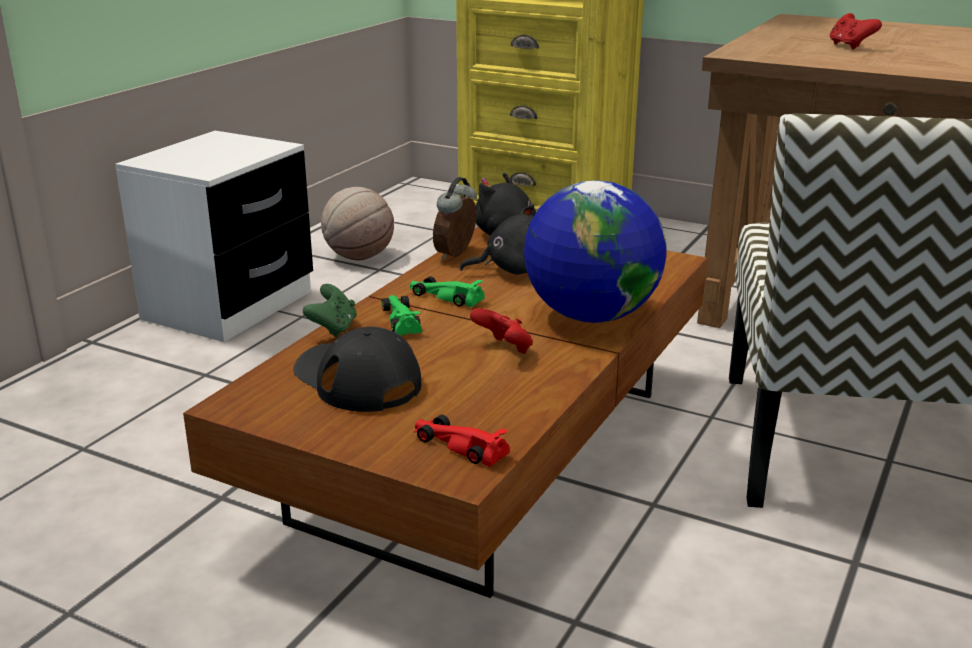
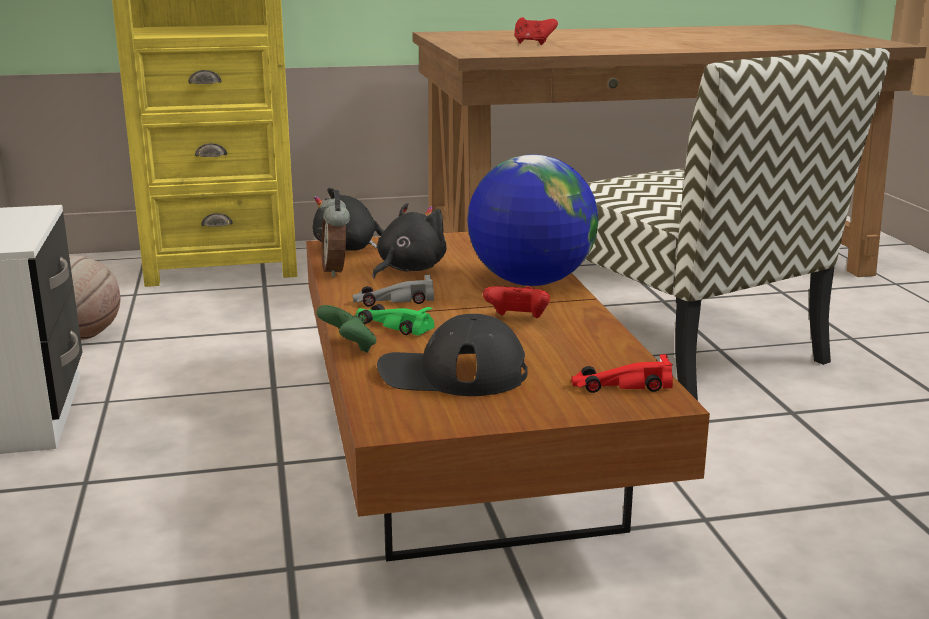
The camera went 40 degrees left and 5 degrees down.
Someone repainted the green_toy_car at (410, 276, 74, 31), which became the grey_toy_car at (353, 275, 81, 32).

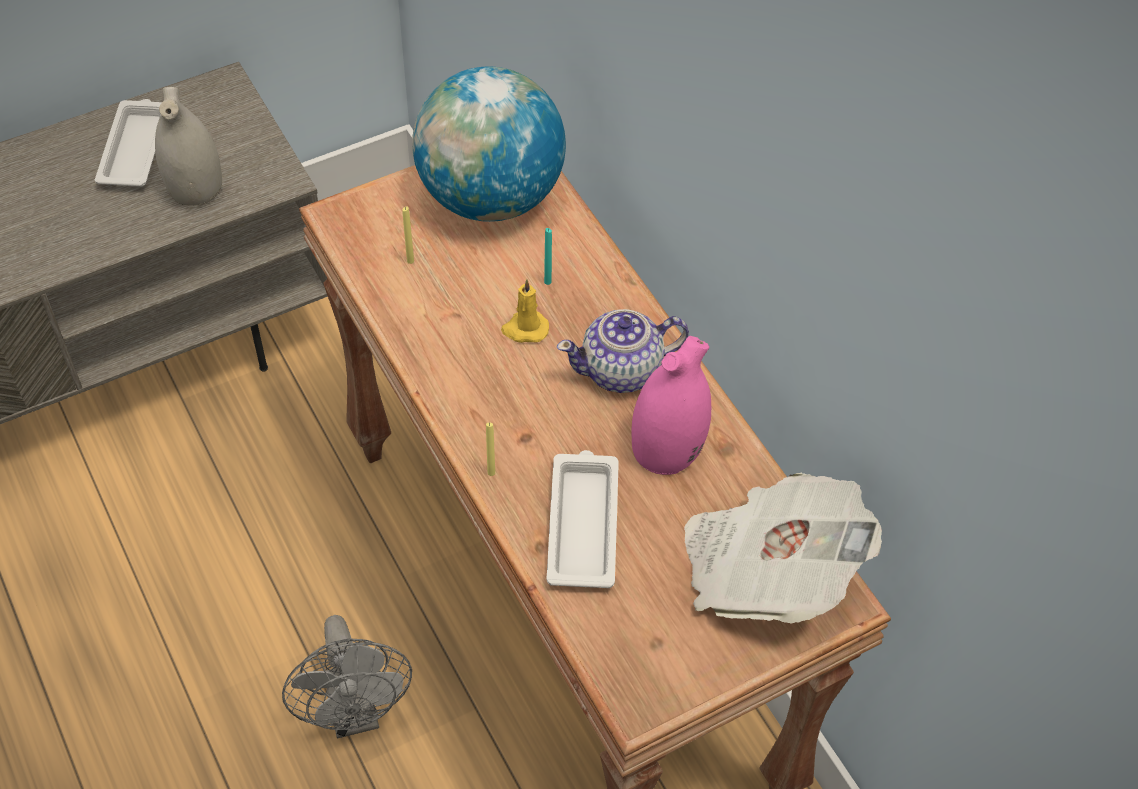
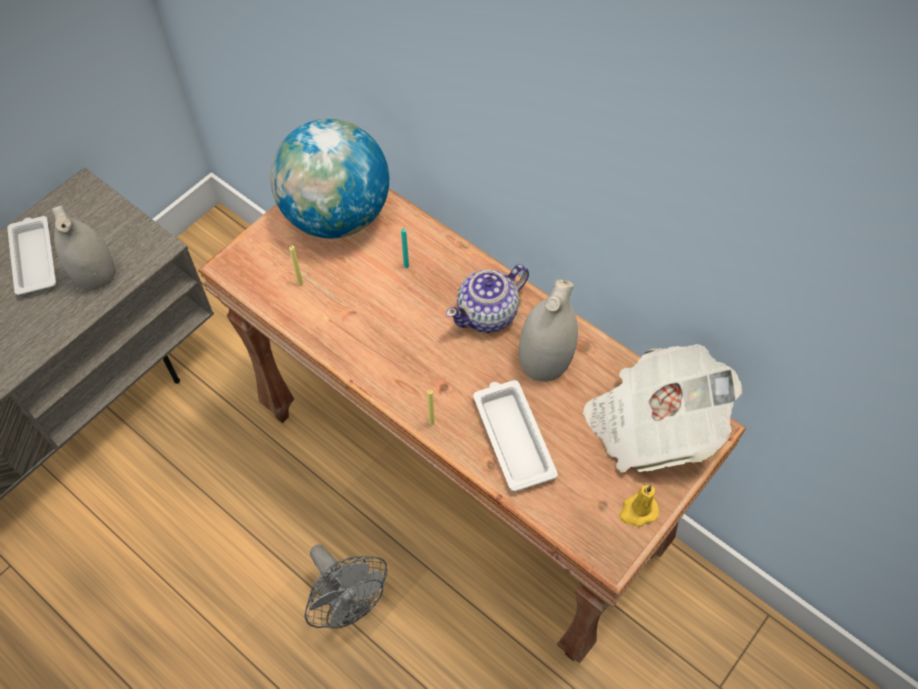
The camera went 20 degrees left and 5 degrees up.
Someone carried the yellow_candle from (501, 279, 48, 64) to (619, 485, 40, 42).
Someone repainted the pink_vase at (631, 336, 80, 139), which became the white_vase at (519, 279, 59, 103).

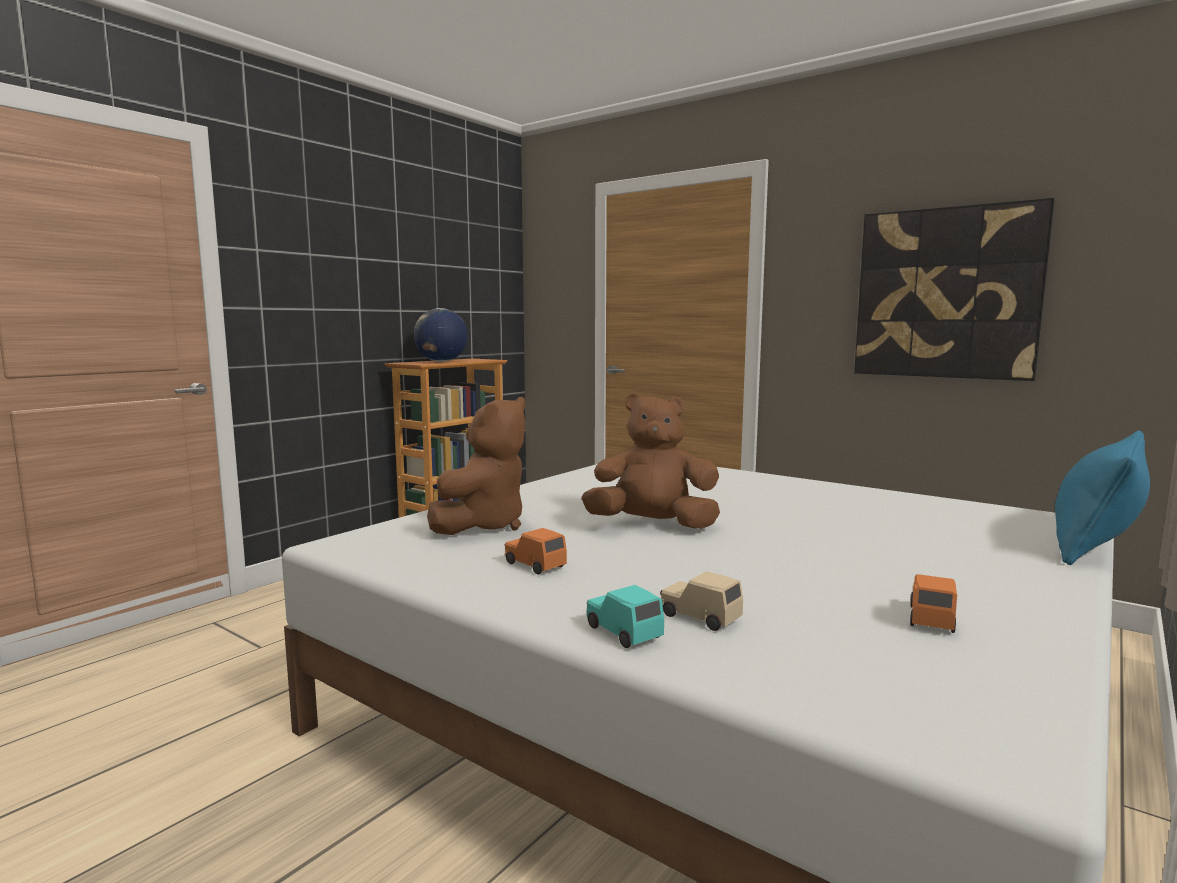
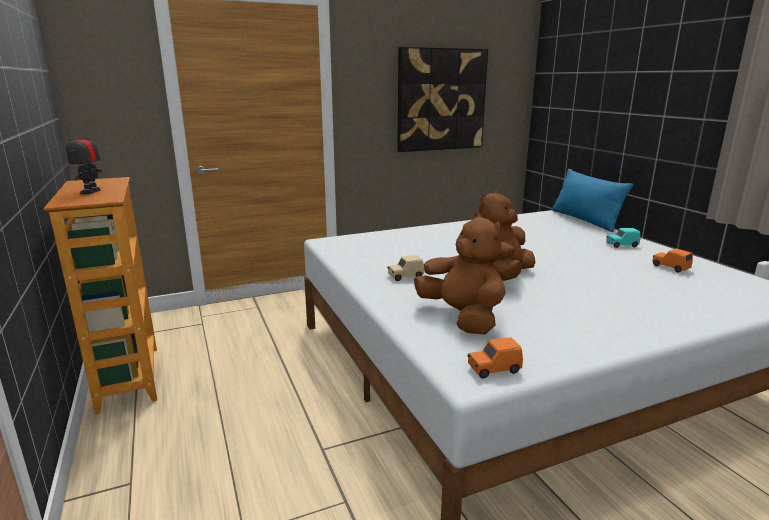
The camera went 60 degrees left and 10 degrees up.
Someone swapped the globe at (414, 308, 54, 54) for the toy_robot at (66, 127, 36, 67).
Someone carried the orange_toy_car from (505, 528, 62, 47) to (467, 337, 56, 42).
Someone carried the beige_toy_car from (660, 571, 83, 60) to (387, 255, 37, 26).
Someone carried the turquoise_toy_car from (587, 585, 77, 63) to (606, 228, 34, 20).

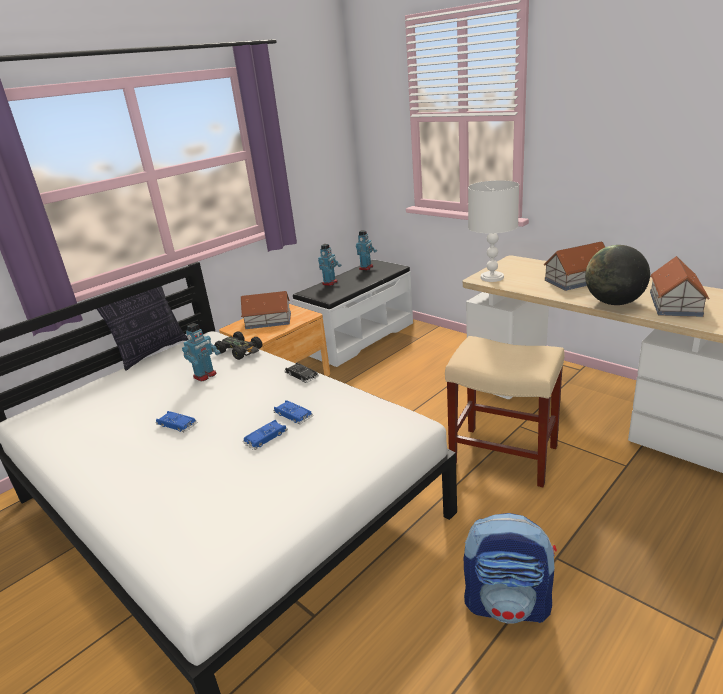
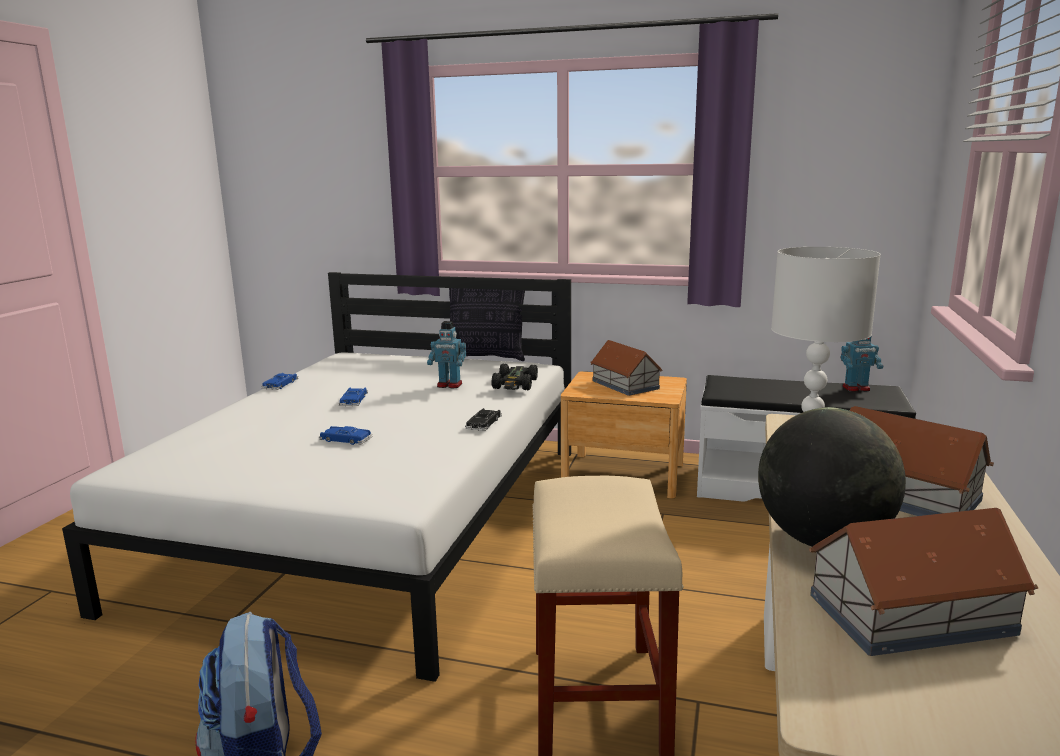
The camera went 60 degrees right and 10 degrees down.
Someone took away the toy_robot at (318, 244, 23, 42).
Someone carried the blue_toy_car from (273, 400, 40, 24) to (262, 373, 36, 17).

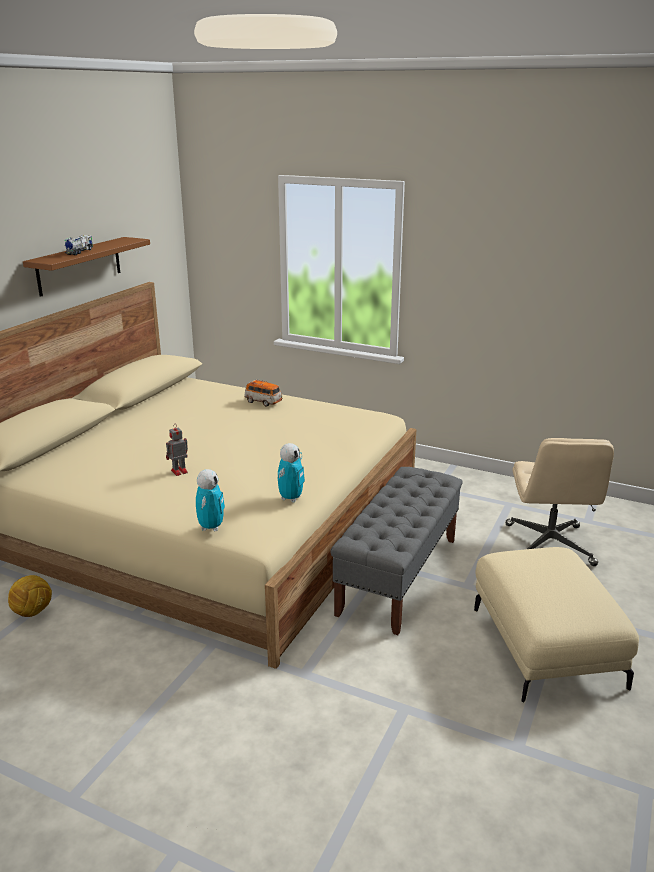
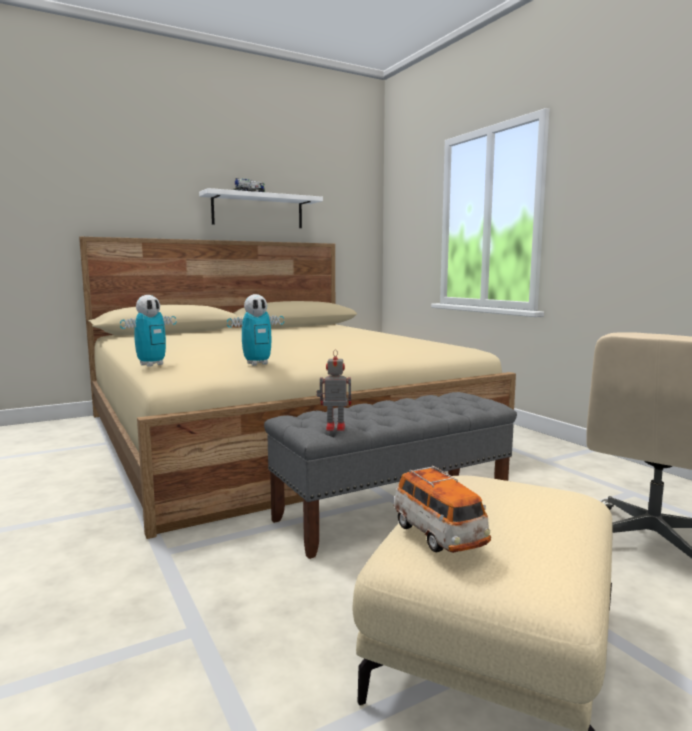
The camera went 35 degrees right and 15 degrees down.
Someone repainted the brown_shelf at (23, 237, 127, 60), which became the white_shelf at (199, 188, 124, 40).
Someone carried the toy_car from (244, 379, 38, 28) to (393, 465, 98, 88).
Someone carried the toy_robot from (166, 425, 22, 51) to (317, 350, 34, 81).
Someone took away the football at (8, 575, 44, 42).

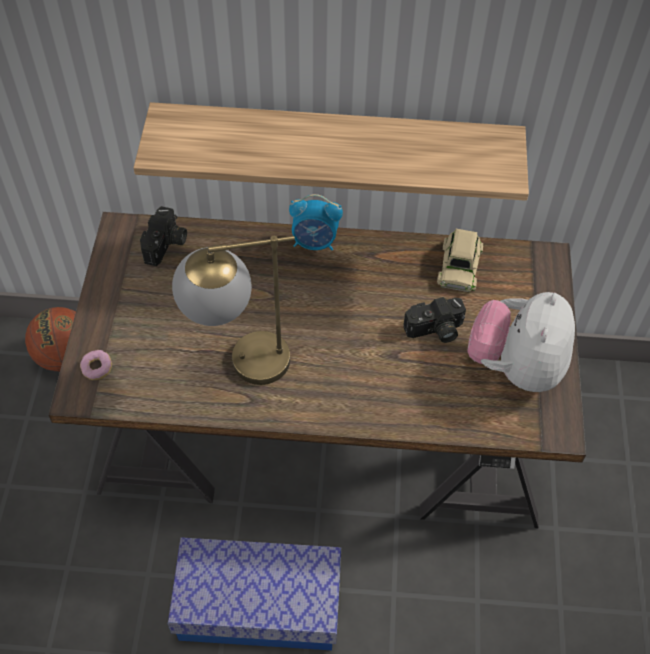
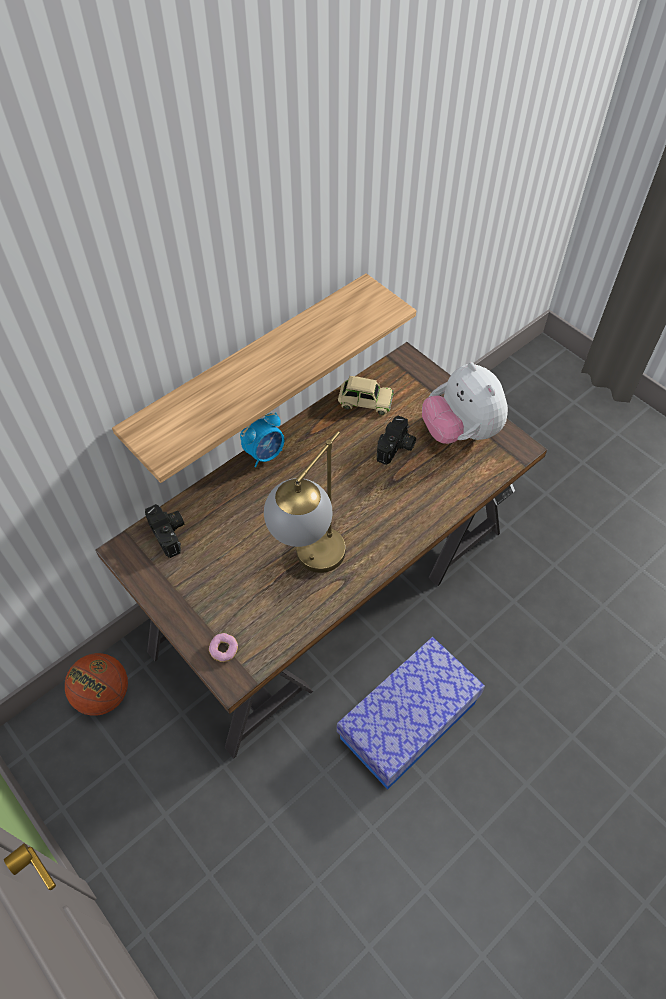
The camera went 45 degrees left and 0 degrees up.
Someone rotated the beige_toy_car at (437, 229, 46, 63) by 45 degrees counterclockwise.

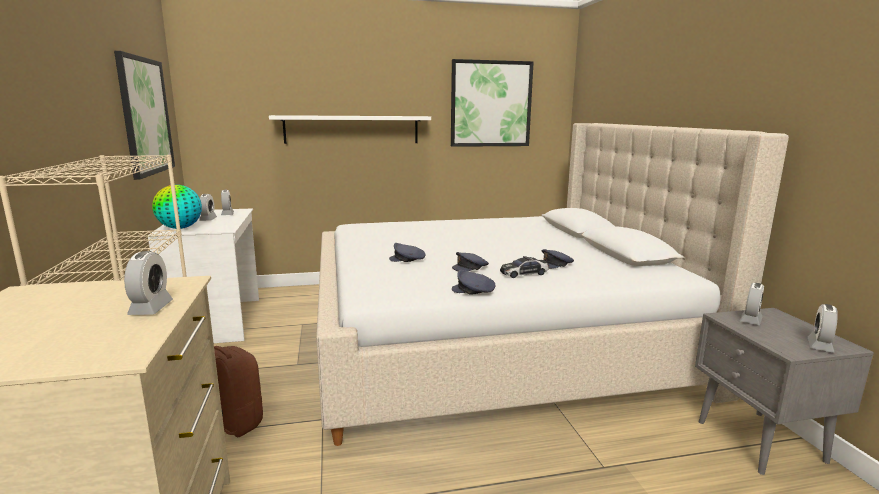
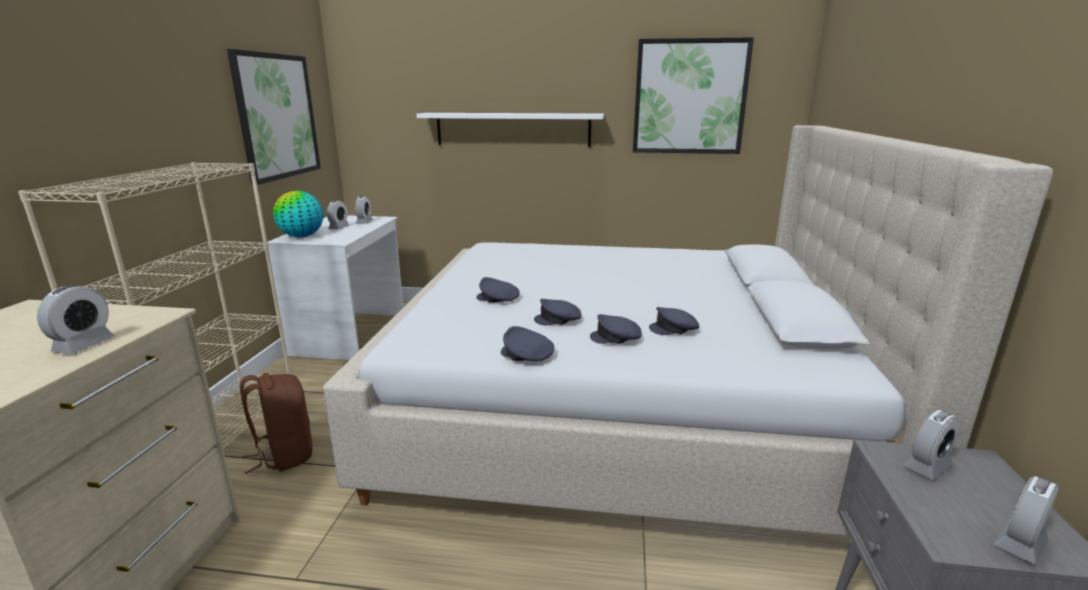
The camera went 20 degrees right and 5 degrees up.
Someone swapped the toy_car at (500, 256, 49, 22) for the grey_cap at (590, 314, 52, 30).

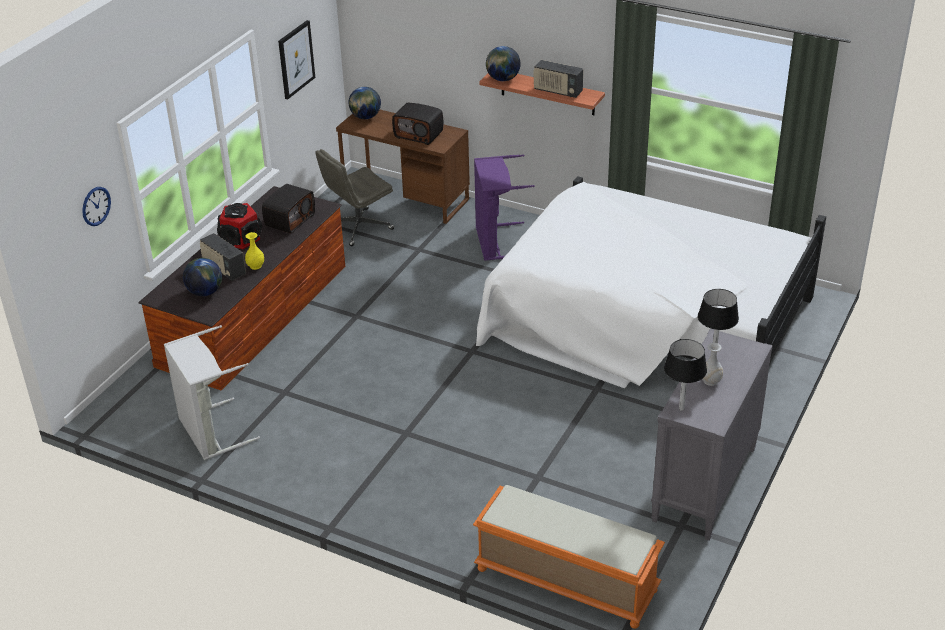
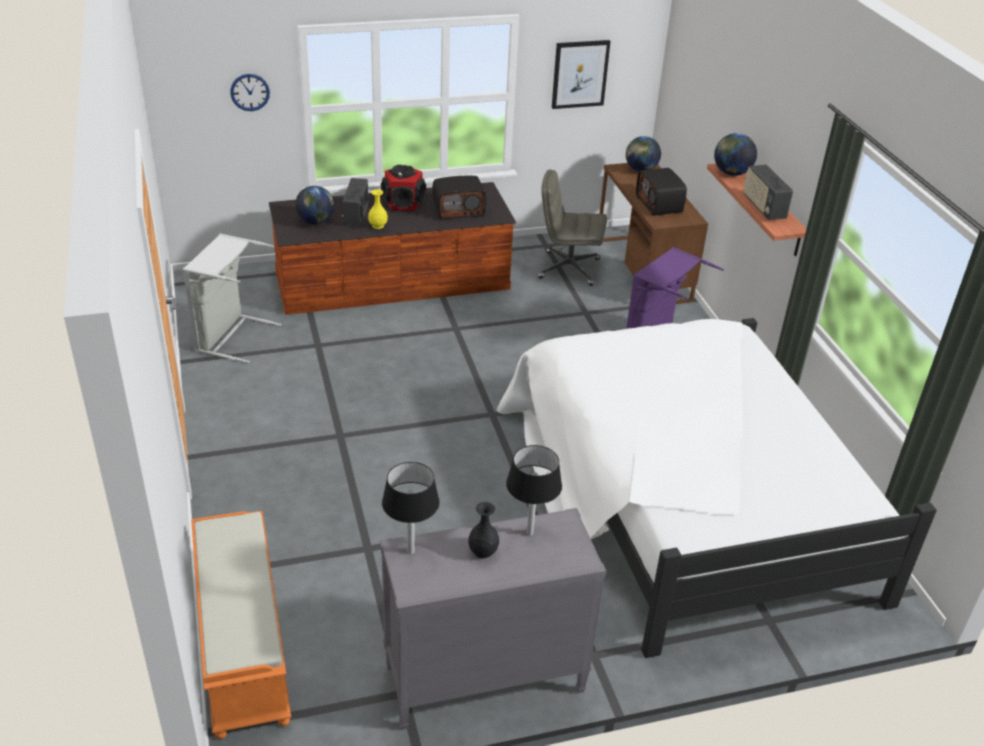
The camera went 45 degrees right and 0 degrees up.
Someone repainted the white_vase at (702, 343, 21, 43), which became the black_vase at (468, 502, 31, 57).

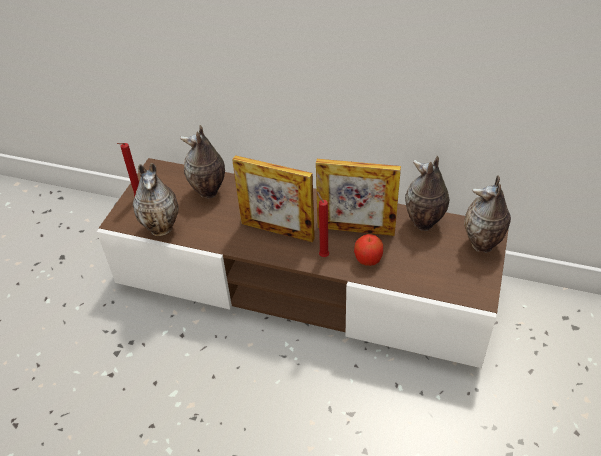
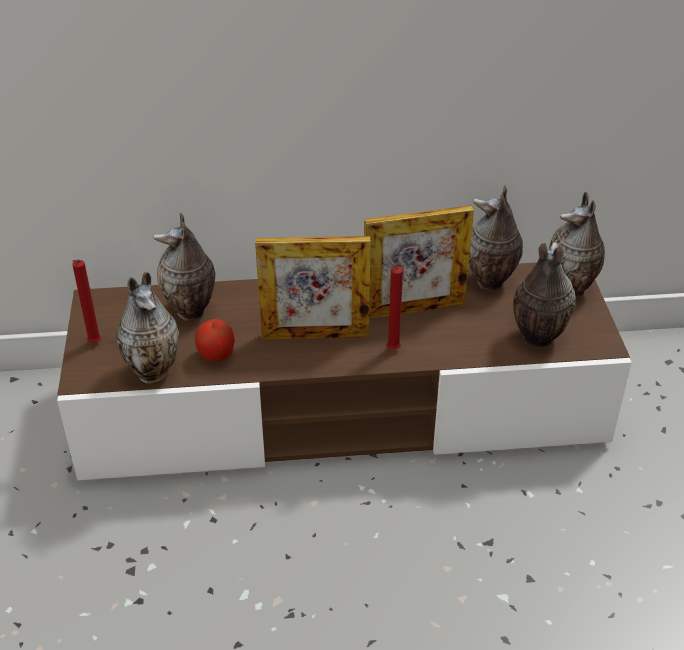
The camera went 25 degrees left and 5 degrees down.
Someone carried the apple from (354, 234, 29, 32) to (195, 319, 40, 43).
Someone put down the vase at (513, 242, 63, 105).

